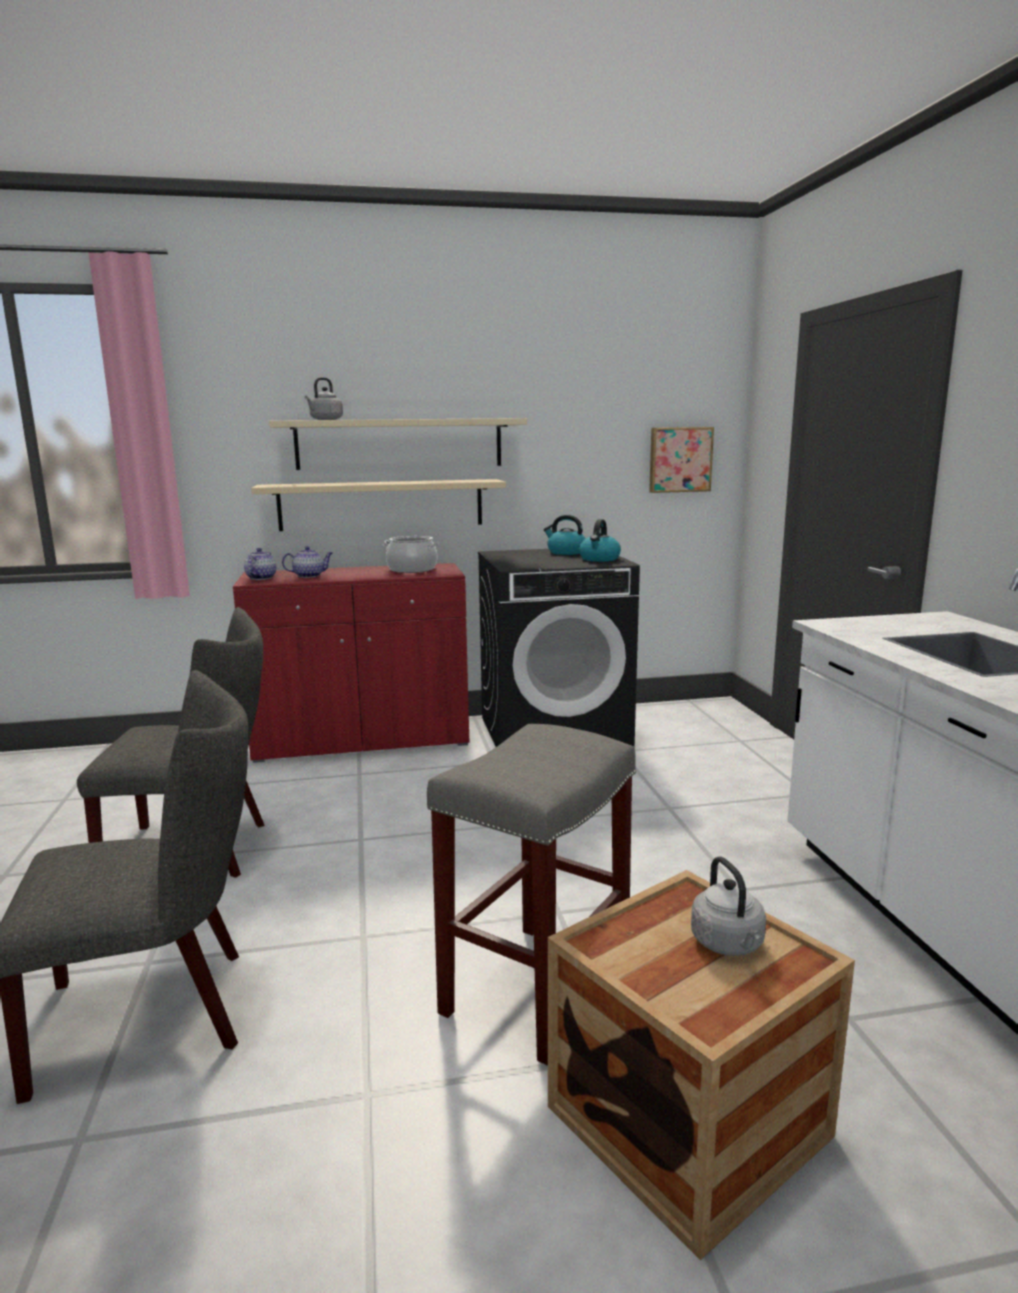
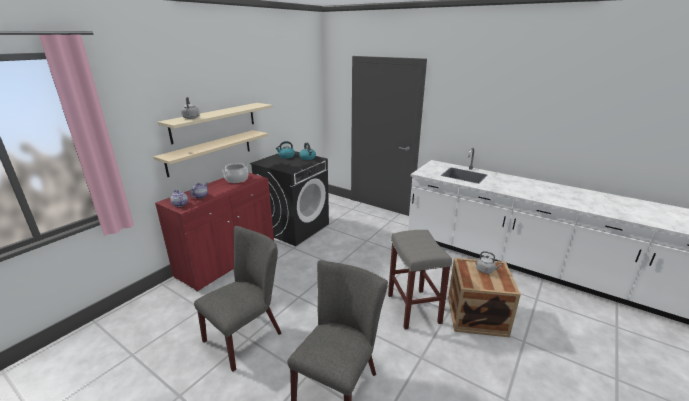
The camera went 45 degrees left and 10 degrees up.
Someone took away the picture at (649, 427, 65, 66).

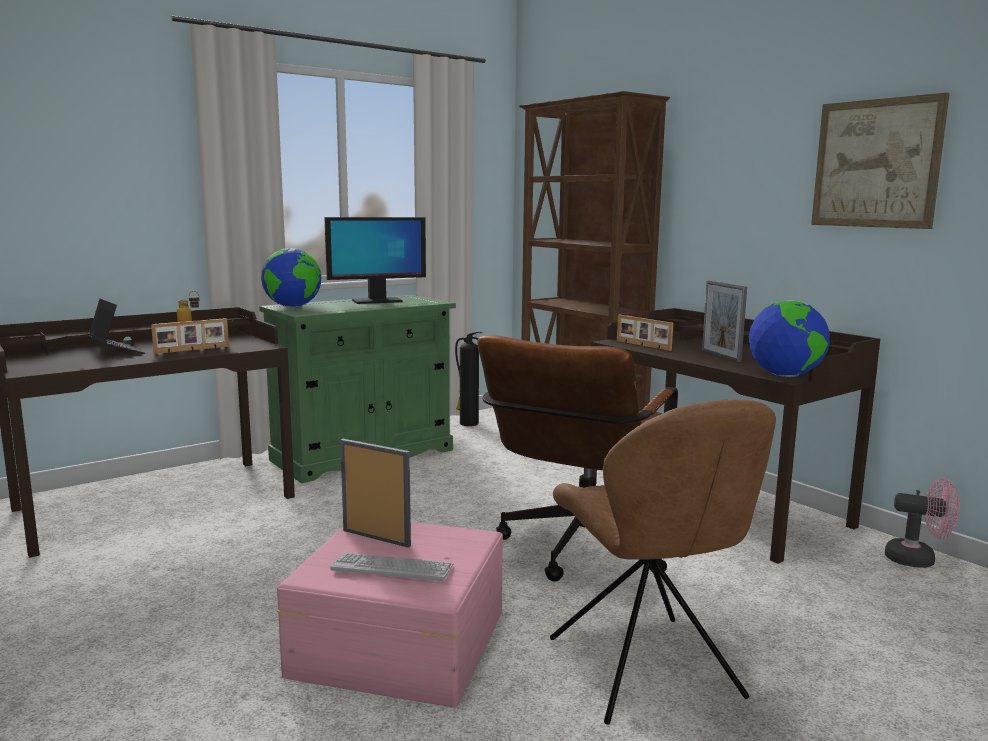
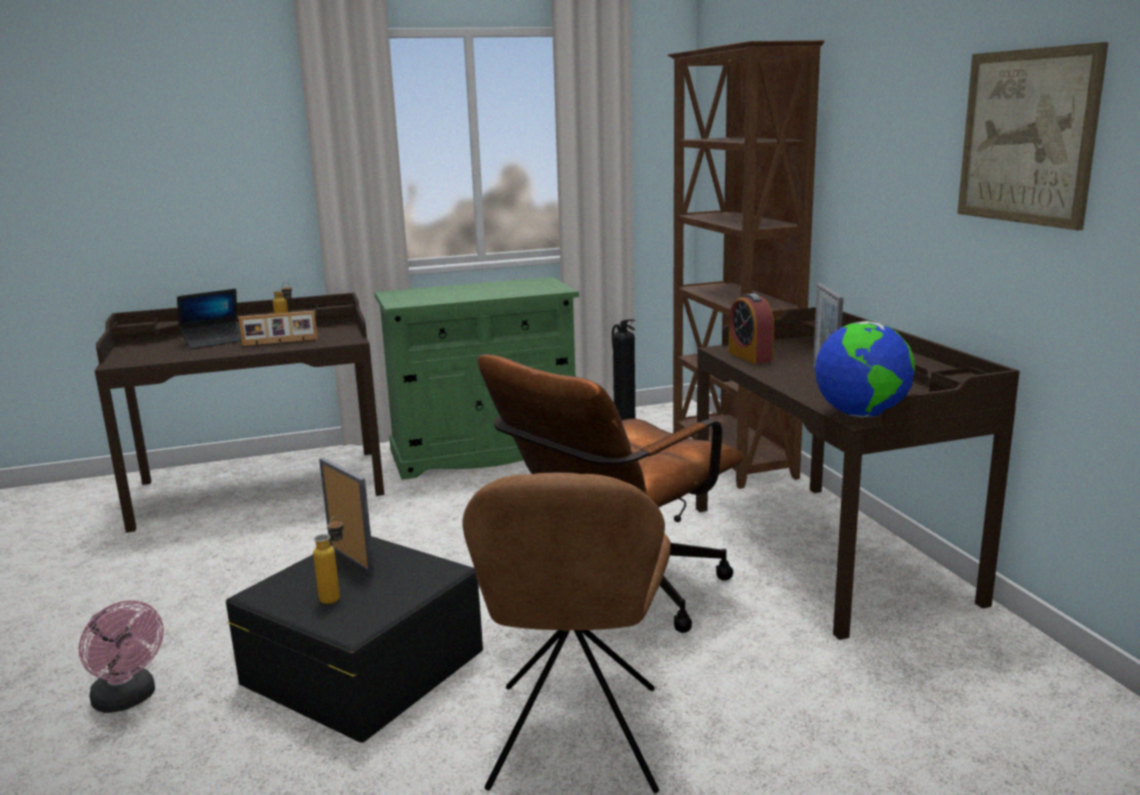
The camera went 20 degrees right and 5 degrees up.
Someone took away the monitor at (324, 217, 102, 87).
Someone took away the globe at (261, 248, 60, 59).
Someone rotated the laptop at (88, 299, 57, 55) by 75 degrees clockwise.
Someone swapped the picture_frame at (617, 314, 56, 37) for the alarm_clock at (728, 293, 46, 71).
Someone carried the pink_fan from (885, 478, 74, 90) to (79, 600, 85, 113).
Someone repainted the pink_storage_box at (277, 522, 226, 186), which became the black_storage_box at (226, 536, 257, 207).
Someone swapped the keyboard at (330, 553, 124, 29) for the bottle at (313, 515, 30, 89).

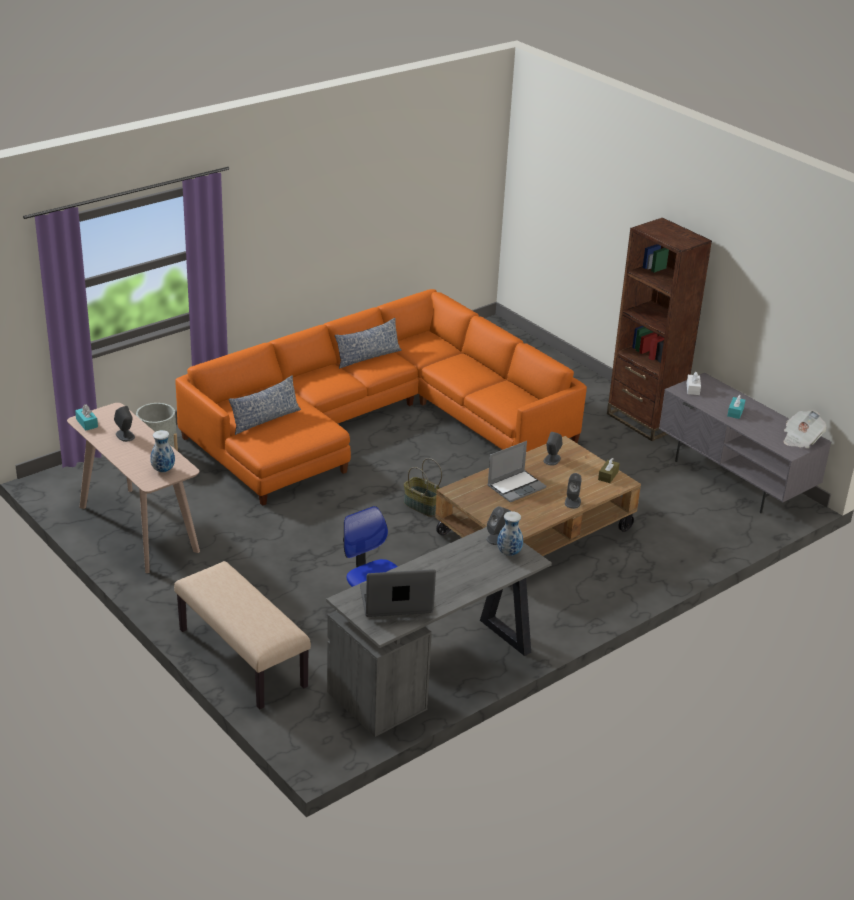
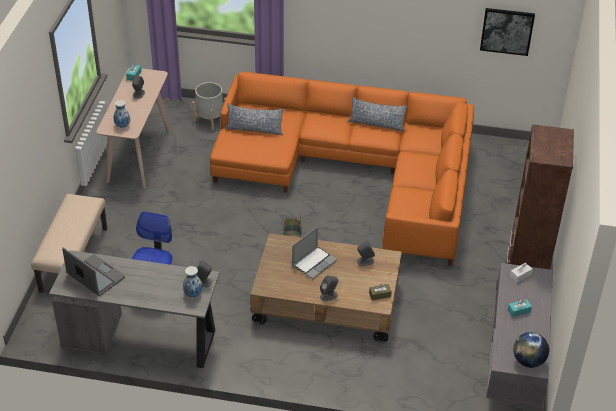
The camera went 50 degrees right and 10 degrees up.
Someone swapped the newspaper at (784, 410, 42, 38) for the globe at (513, 332, 36, 36).
Someone rotated the laptop at (488, 441, 58, 61) by 60 degrees counterclockwise.
Someone put up the picture at (480, 8, 55, 48).

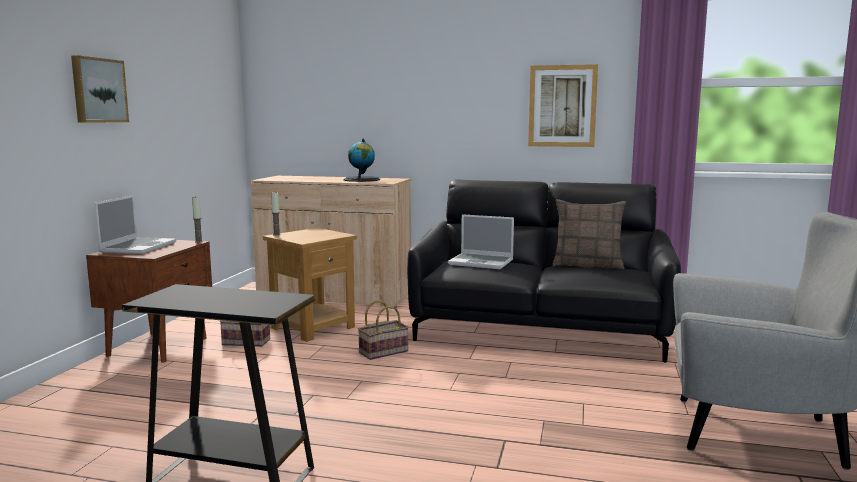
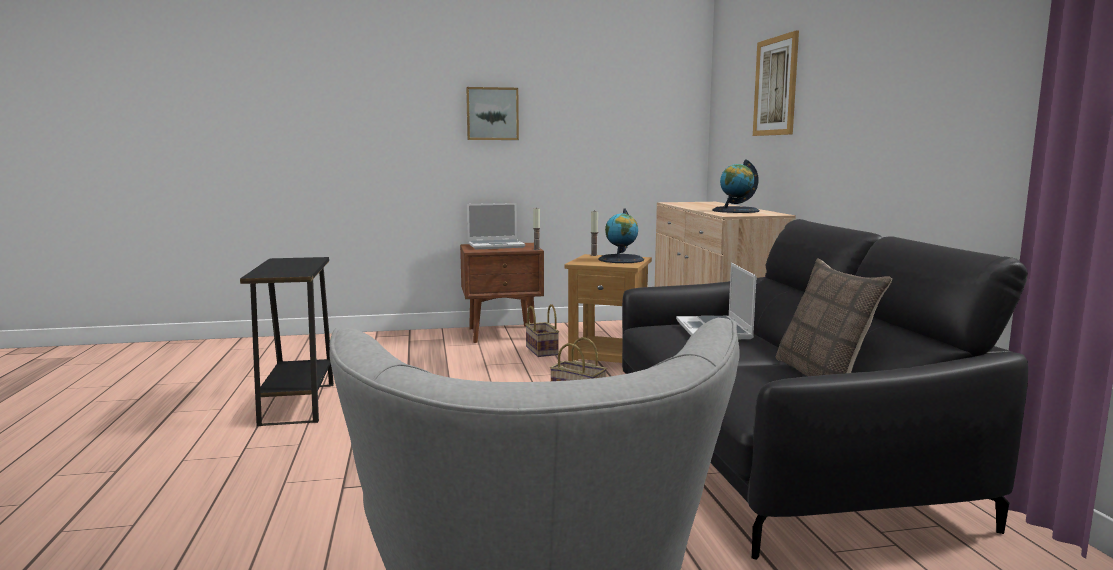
The camera went 65 degrees right and 0 degrees up.
Someone carried the picture from (528, 64, 70, 83) to (753, 31, 46, 105).
Someone put down the globe at (598, 209, 46, 54).

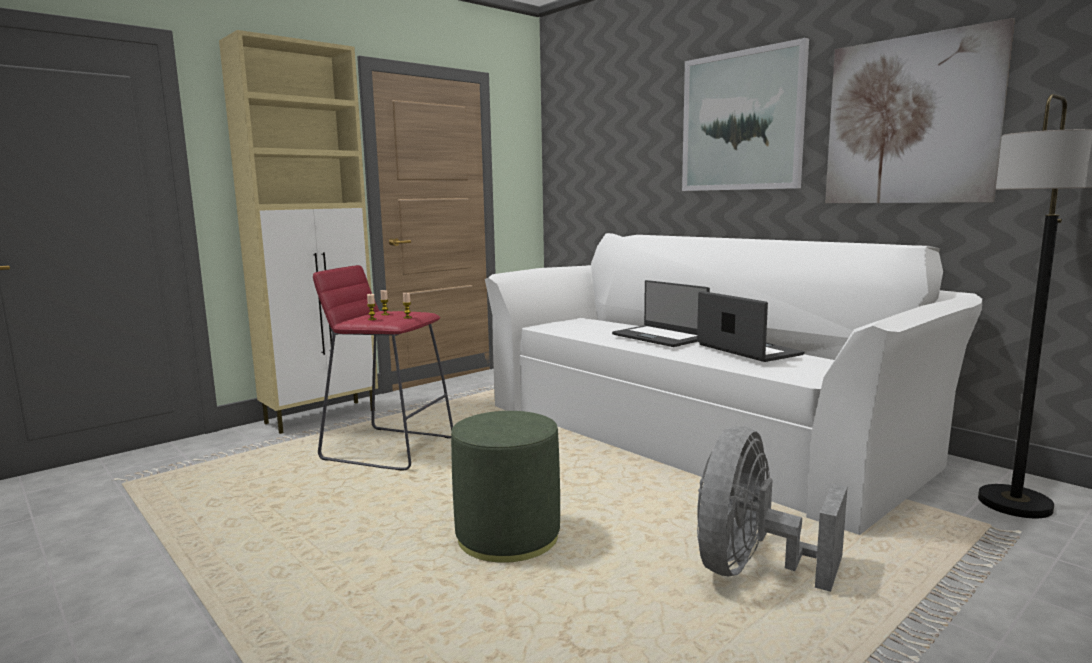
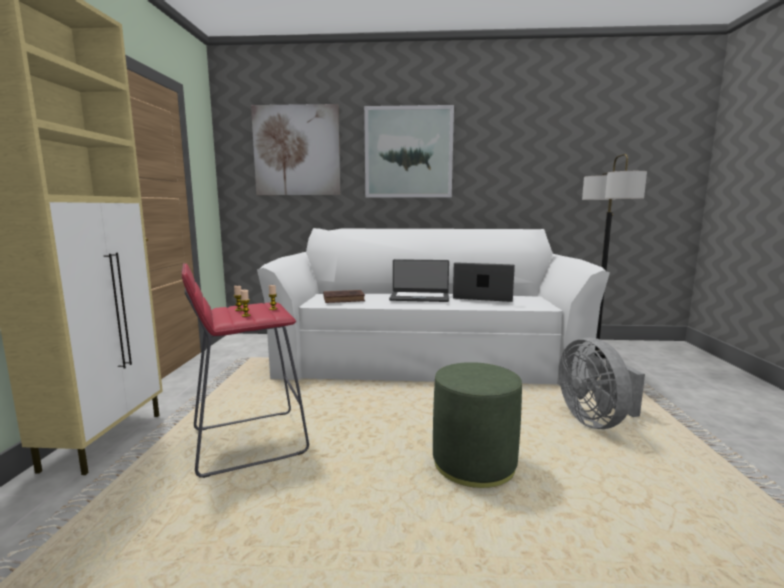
The camera went 45 degrees left and 0 degrees up.
Someone carried the picture from (825, 18, 190, 185) to (251, 104, 89, 91).
Someone put down the brown_book at (323, 290, 42, 13).

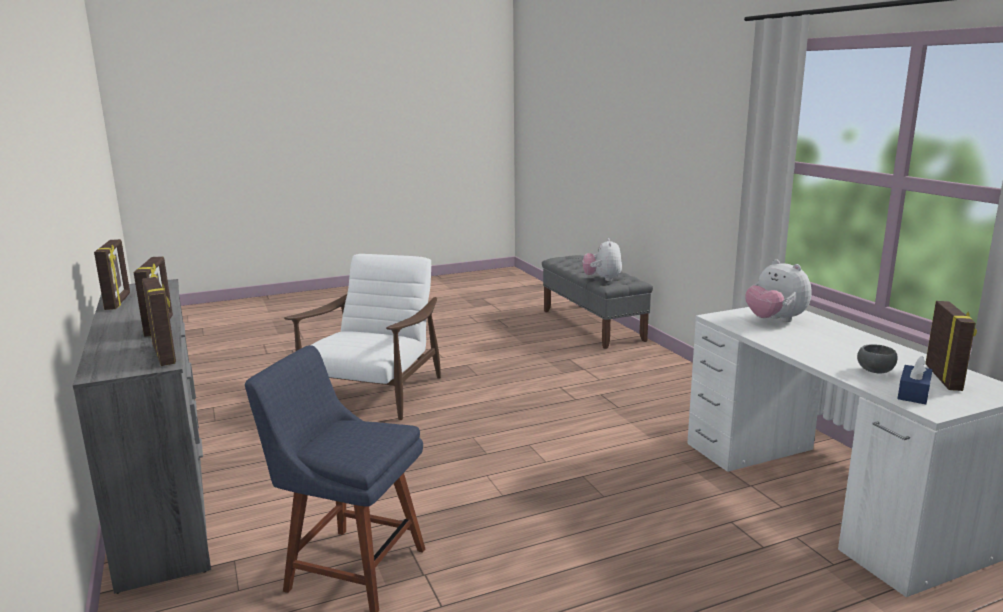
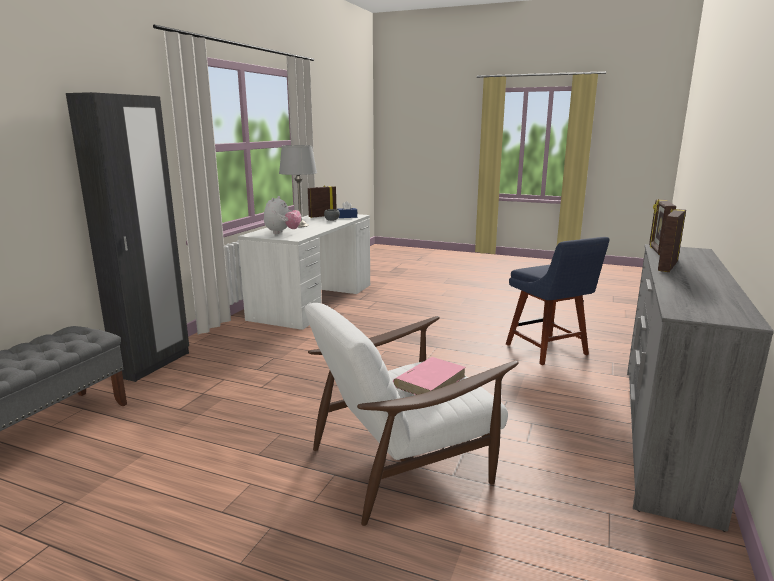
The camera went 135 degrees left and 0 degrees up.
Someone took away the plush_toy at (583, 238, 39, 43).
Someone took away the picture_frame at (94, 239, 36, 71).
Someone put down the black_wardrobe at (66, 92, 123, 290).
Someone put down the grey_table_lamp at (279, 145, 38, 82).
Someone put down the pink_book at (393, 357, 73, 38).

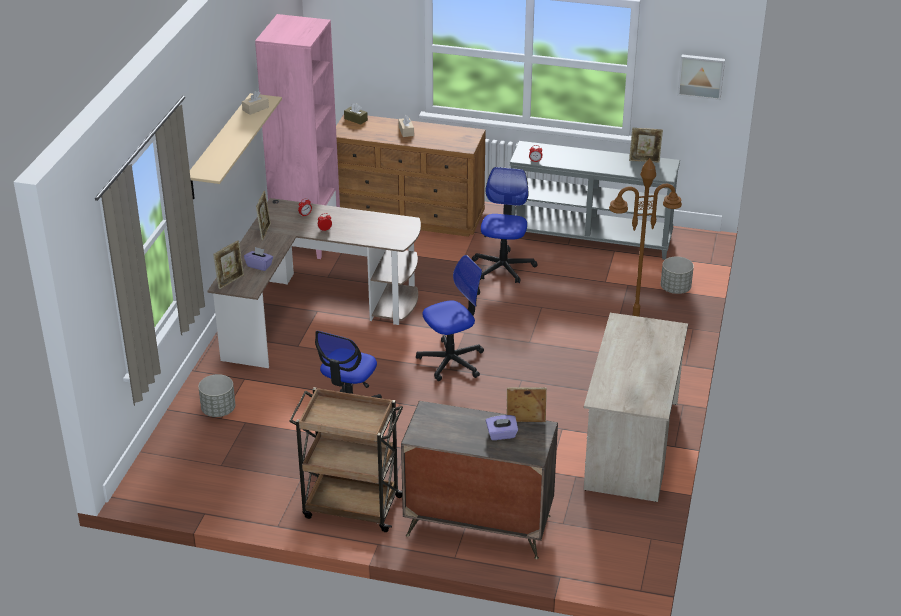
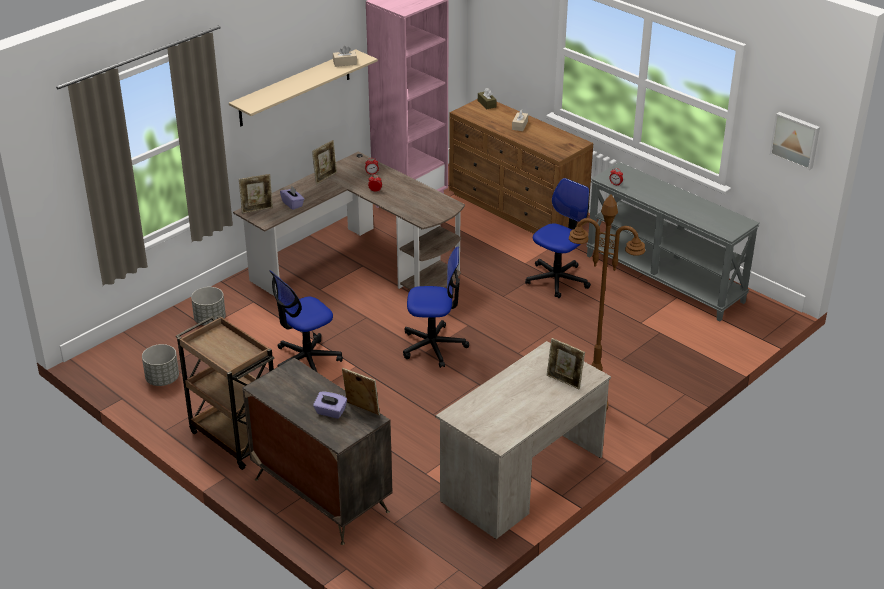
The camera went 30 degrees right and 0 degrees up.
Someone carried the picture_frame from (629, 128, 34, 35) to (547, 338, 38, 51).
Someone carried the grey_planter from (661, 256, 33, 38) to (142, 344, 37, 42).

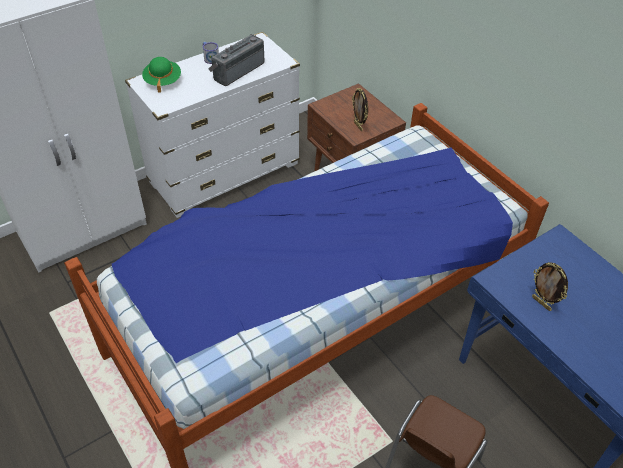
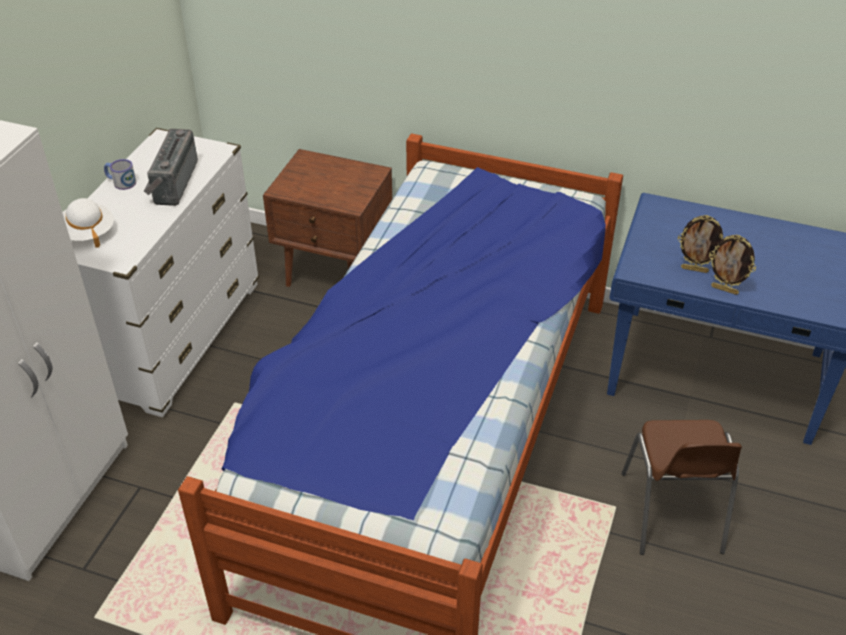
The camera went 35 degrees left and 5 degrees down.
Someone repainted the green_hat at (142, 57, 39, 36), which became the white_hat at (62, 198, 52, 50).
Someone carried the picture_frame from (352, 88, 16, 43) to (709, 235, 47, 60).

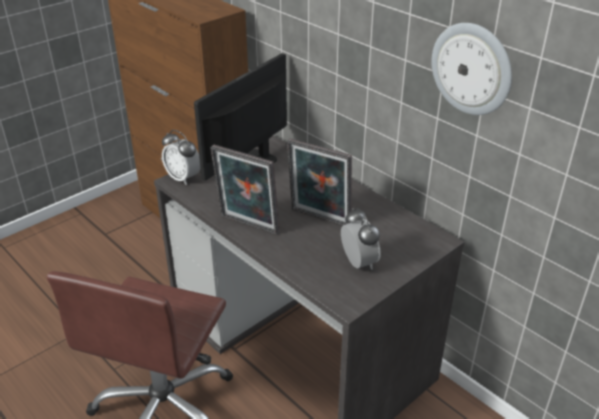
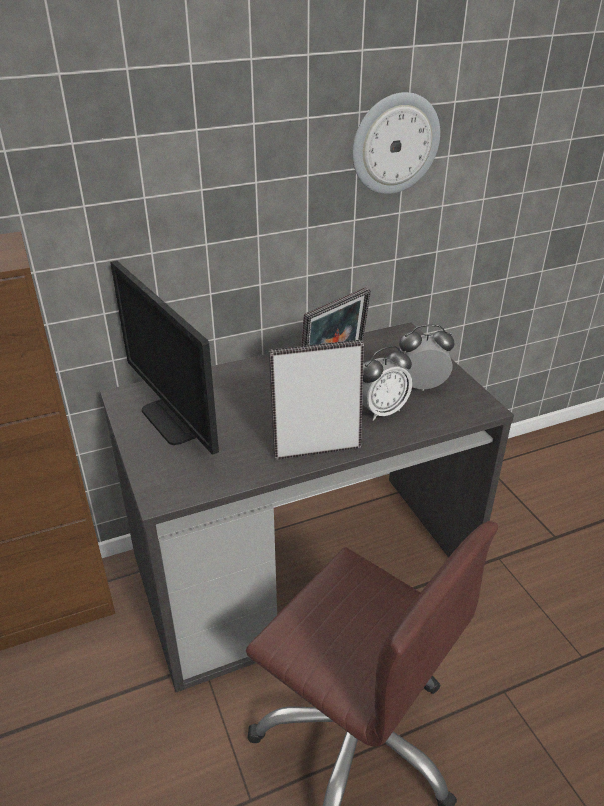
The camera went 70 degrees left and 0 degrees up.
Someone carried the alarm_clock from (162, 130, 38, 55) to (362, 346, 50, 75).
Someone rotated the picture_frame at (210, 145, 70, 90) by 150 degrees counterclockwise.

